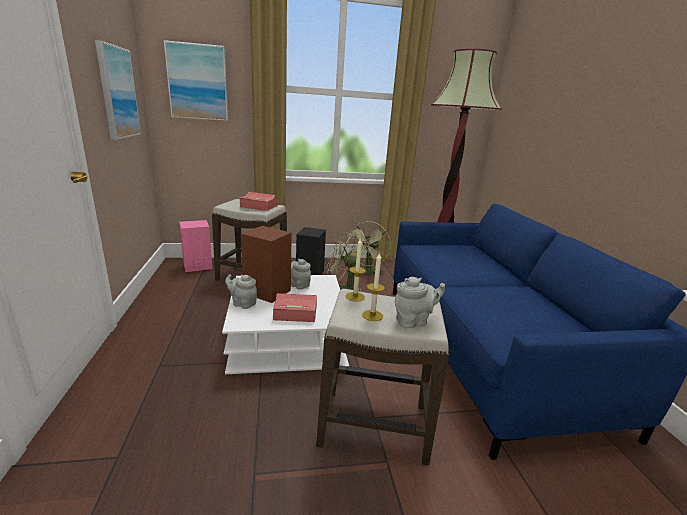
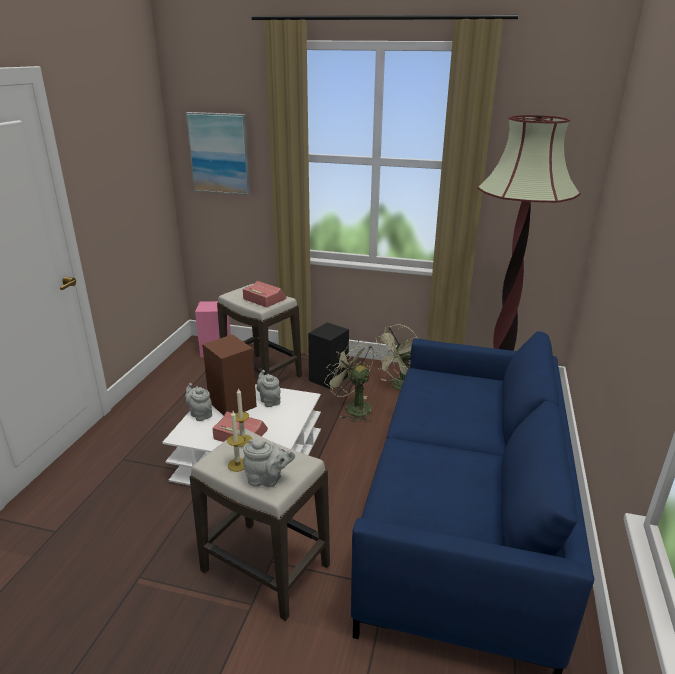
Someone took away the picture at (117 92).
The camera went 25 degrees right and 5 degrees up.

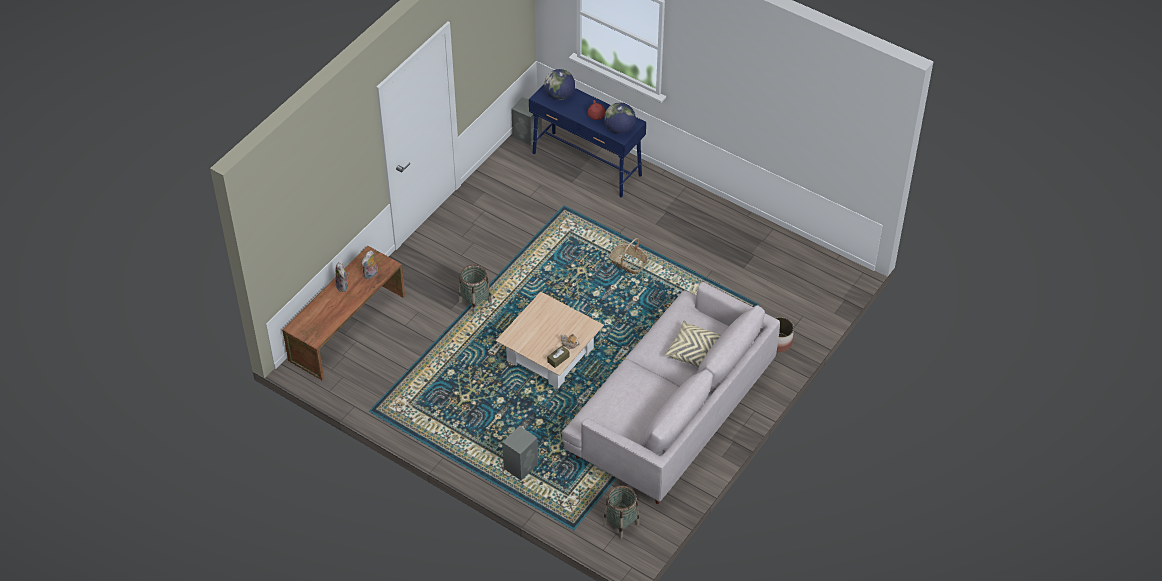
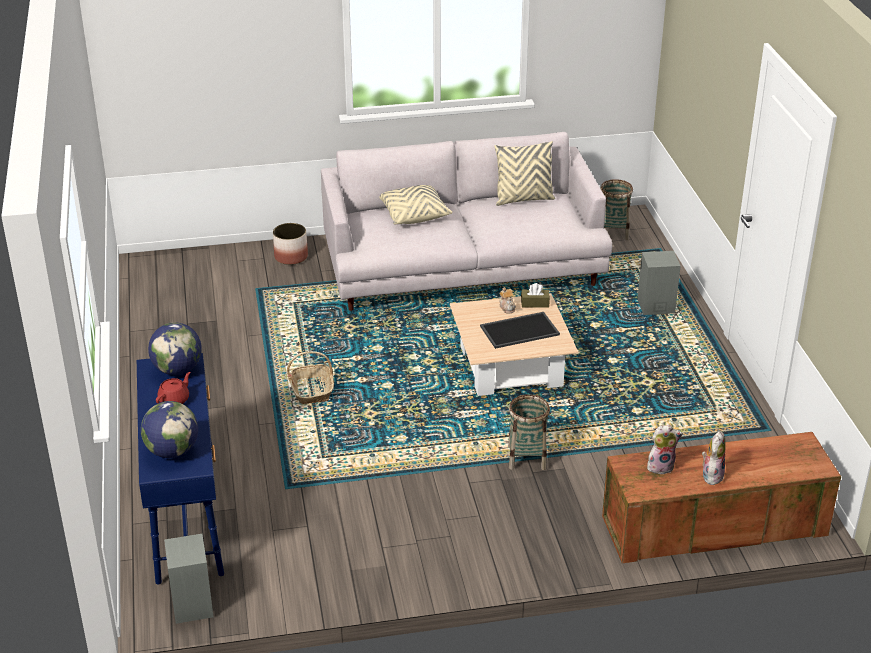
Someone put down the tray at (520 330).
Someone put down the beige pillow at (523 199).
The camera went 135 degrees left and 15 degrees down.

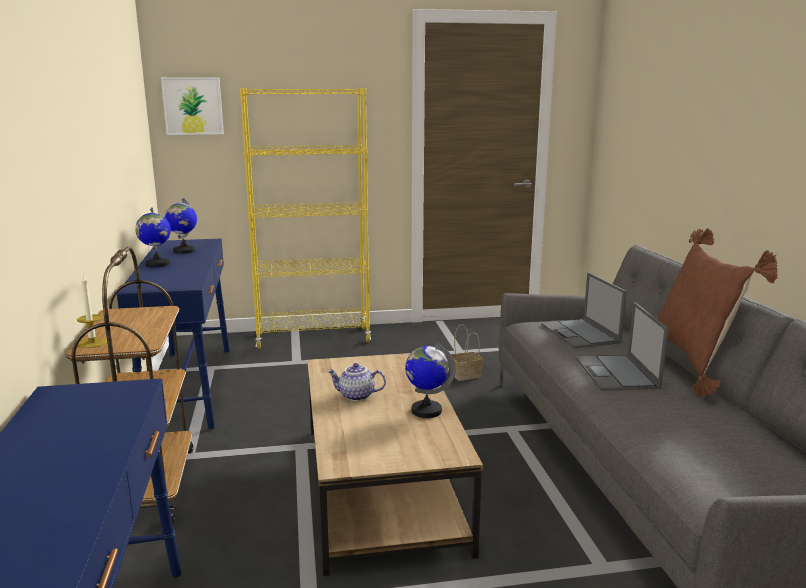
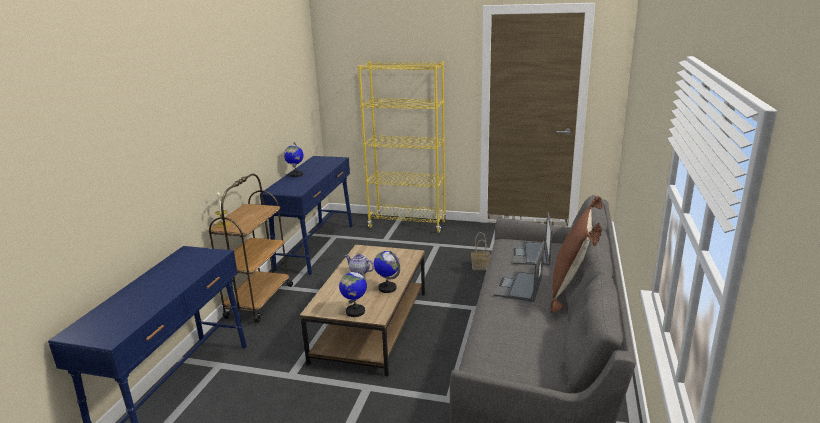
Someone took away the picture at (193 106).
Someone carried the globe from (184 251) to (355 311).
The camera went 25 degrees right and 5 degrees up.

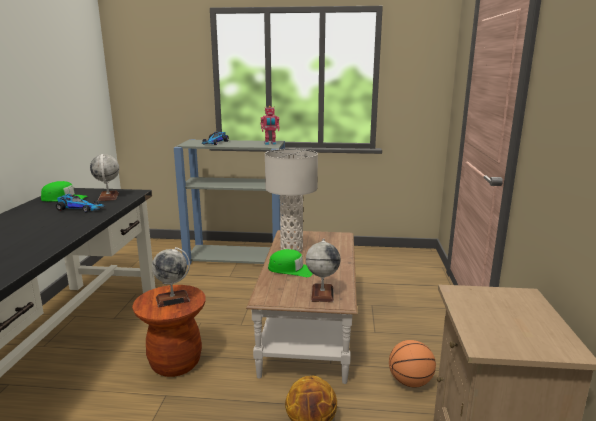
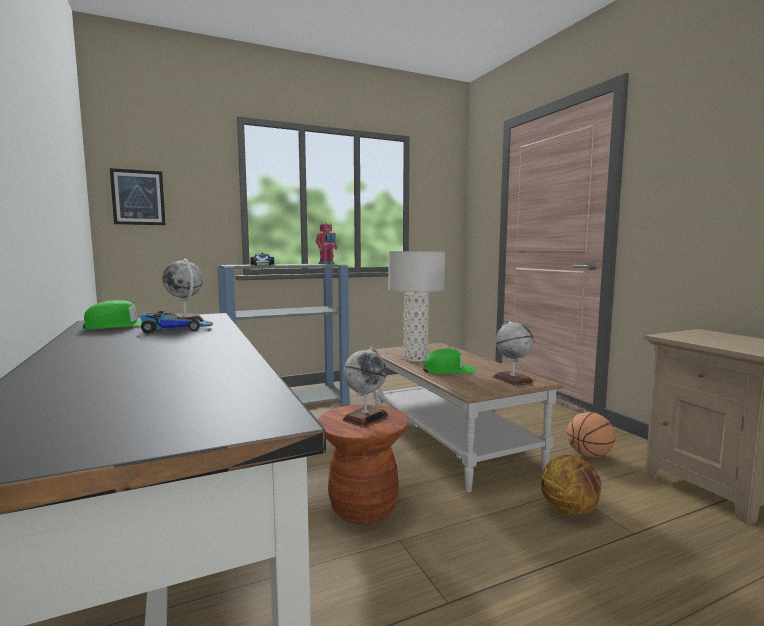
Someone put up the picture at (138 197).
The camera went 30 degrees left and 10 degrees down.

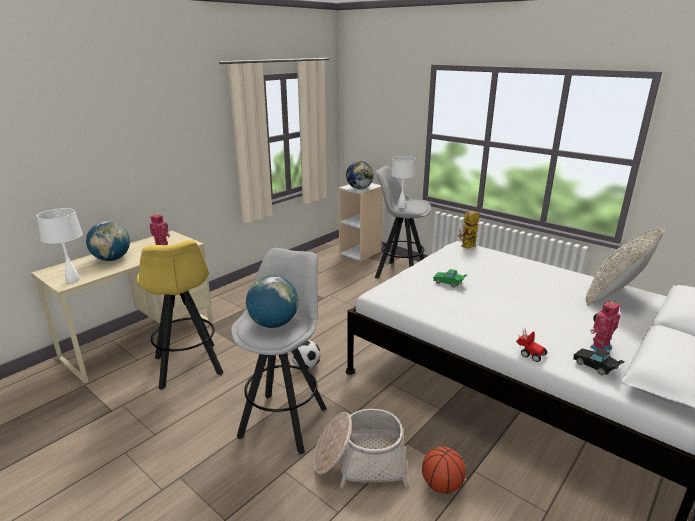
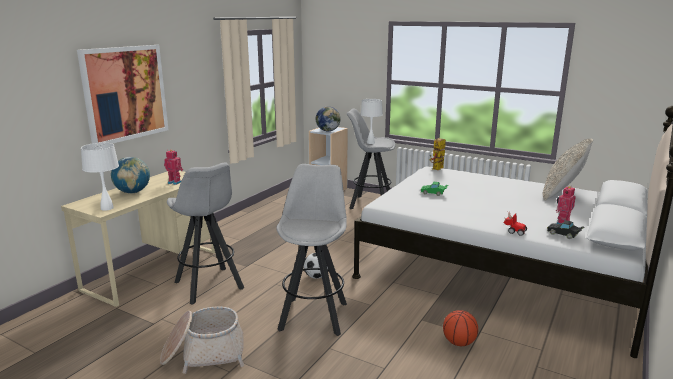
Someone repainted the yellow stool at (188 367), which became the grey stool at (209 286).
Someone took away the globe at (273 324).
Someone carried the basket from (360 461) to (204 353).
Someone put up the picture at (125 93).
The camera went 10 degrees left and 5 degrees down.

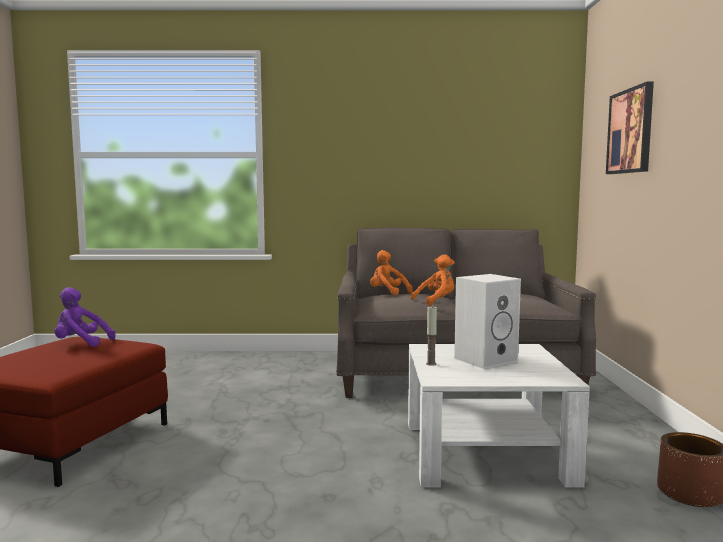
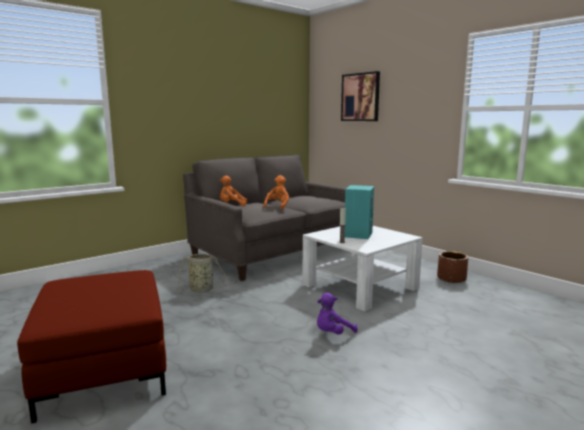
Someone carried the purple plush toy from (80 343) to (333 333).
Someone repainted the white speaker at (486 359), which became the turquoise speaker at (357 234).
Someone put down the basket at (203 290).
The camera went 40 degrees left and 5 degrees up.

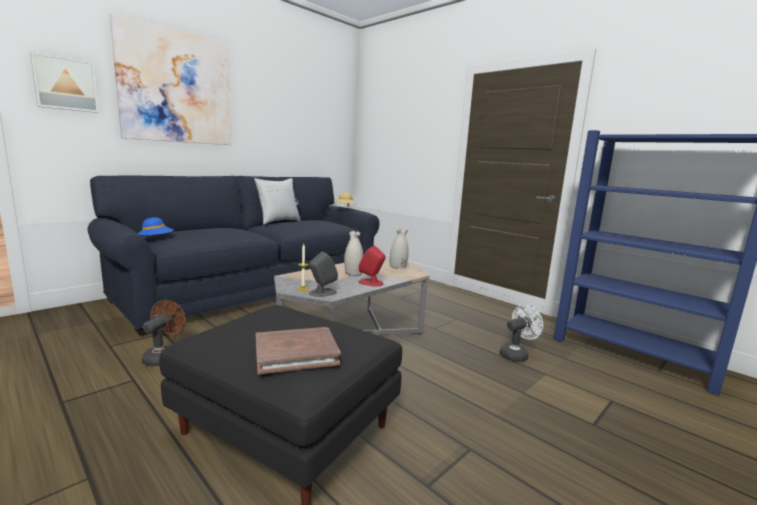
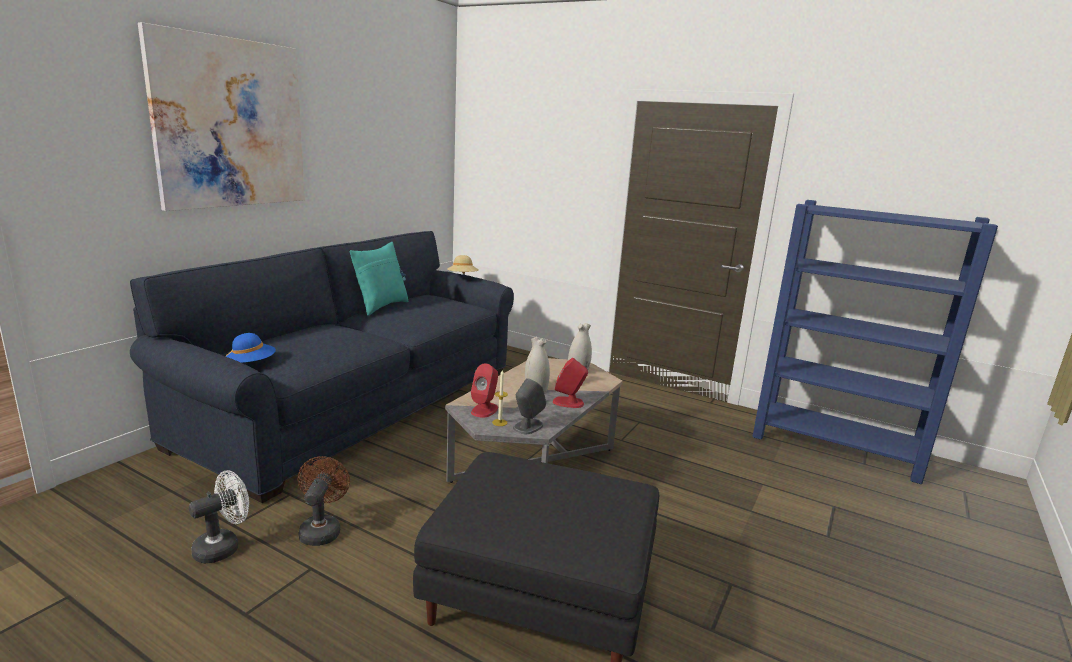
Someone took away the picture at (65 84).
Someone repainted the grey pillow at (278 222), which became the turquoise pillow at (381 307).
Someone took away the brown book at (296 353).
Someone carried the white fan from (516 354) to (223 547).
Someone put down the red speaker at (484 410).
The camera went 15 degrees left and 5 degrees up.

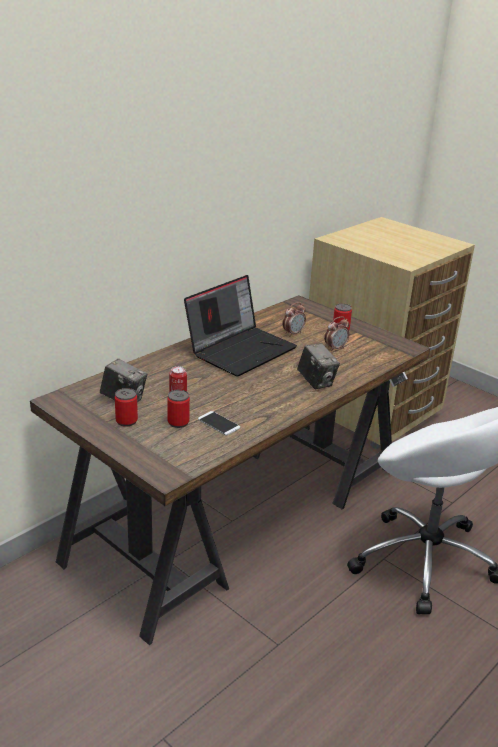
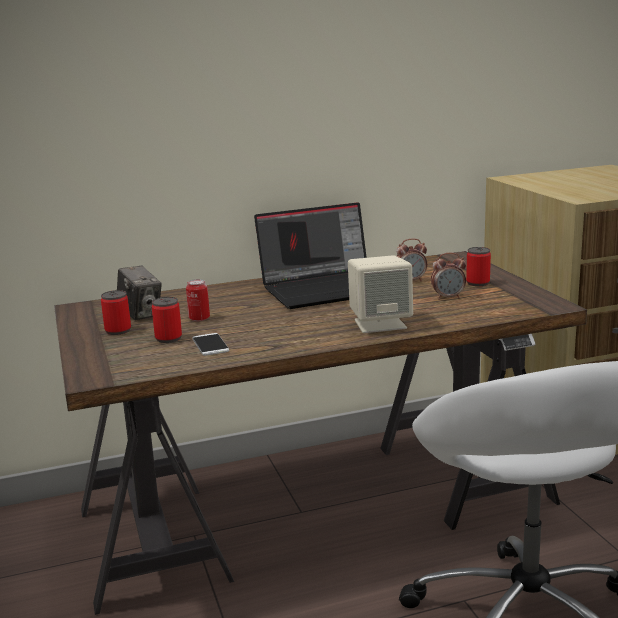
Someone swapped the photo camera at (316 382) for the beige speaker at (380 324).
The camera went 30 degrees right and 10 degrees down.

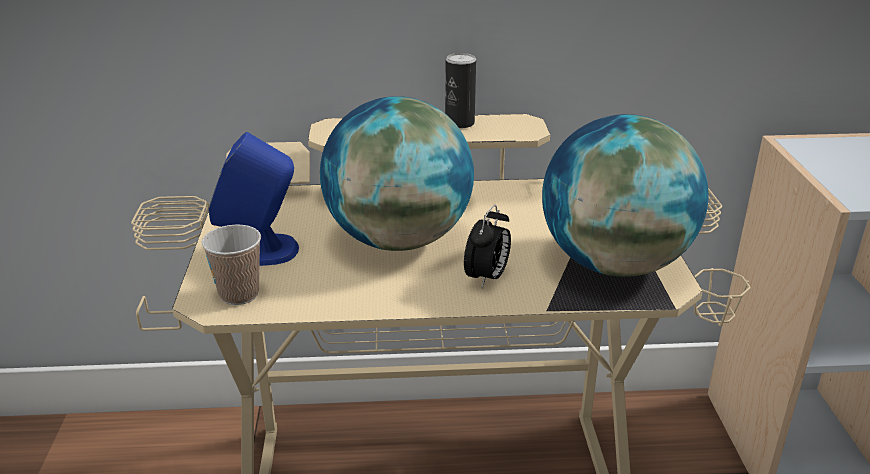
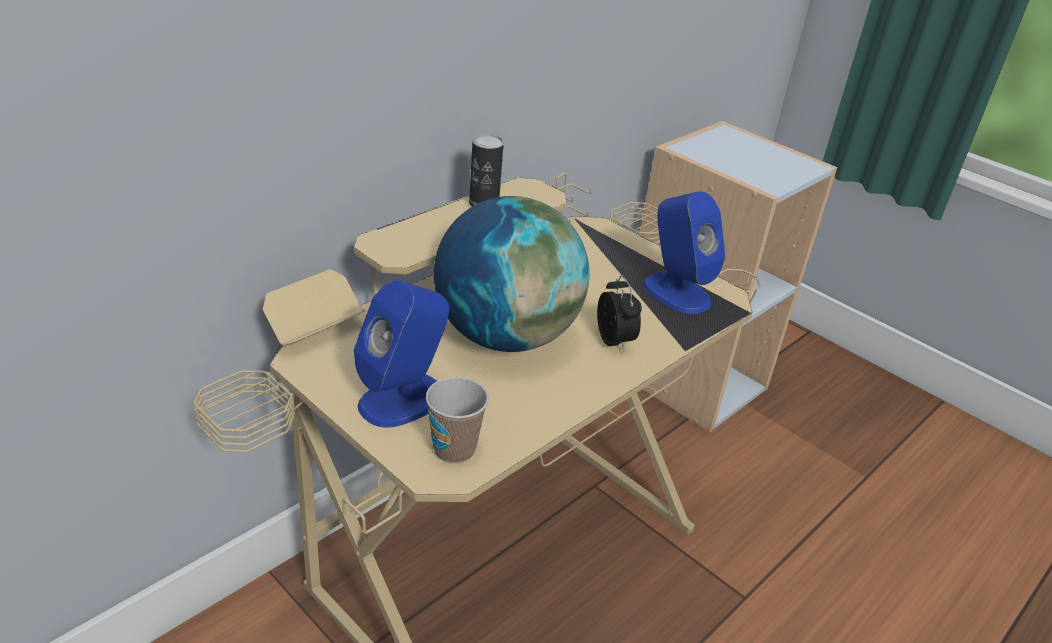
Someone swapped the globe at (615 264) for the blue speaker at (675 292).
The camera went 45 degrees left and 5 degrees up.

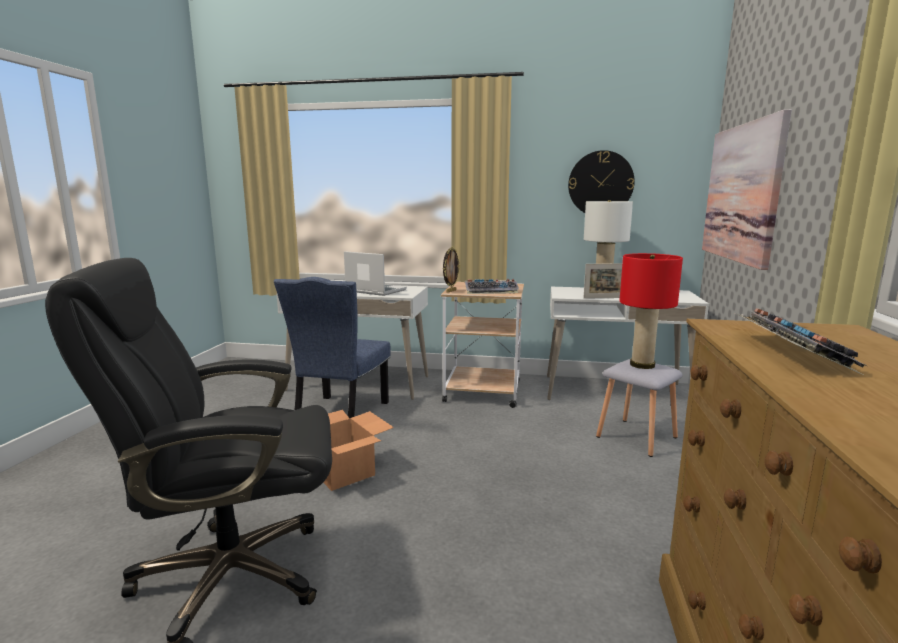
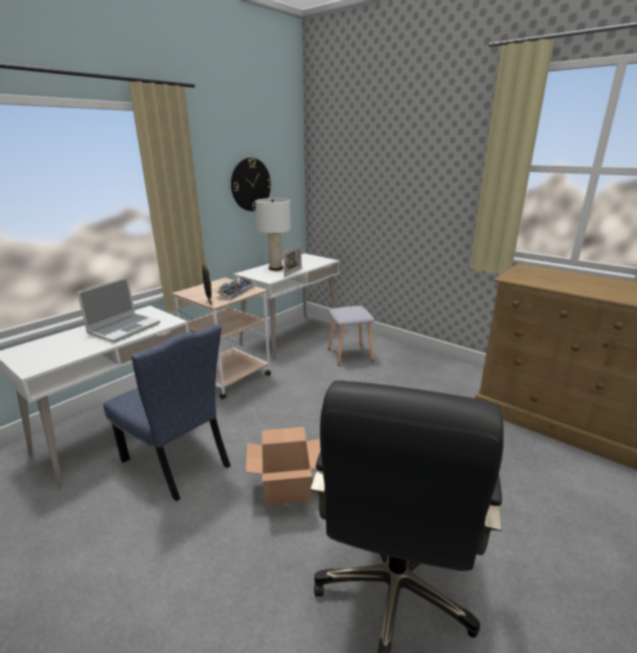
Someone rotated the laptop at (374 291) by 150 degrees clockwise.
Someone took away the red table lamp at (642 365).
Someone took away the picture at (741 193).
Someone took away the keyboard at (787 351).
The camera went 60 degrees left and 10 degrees up.

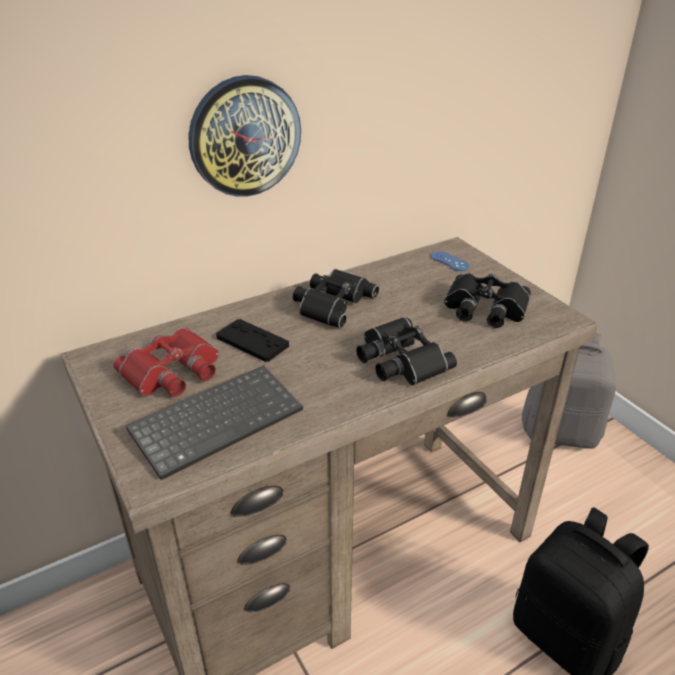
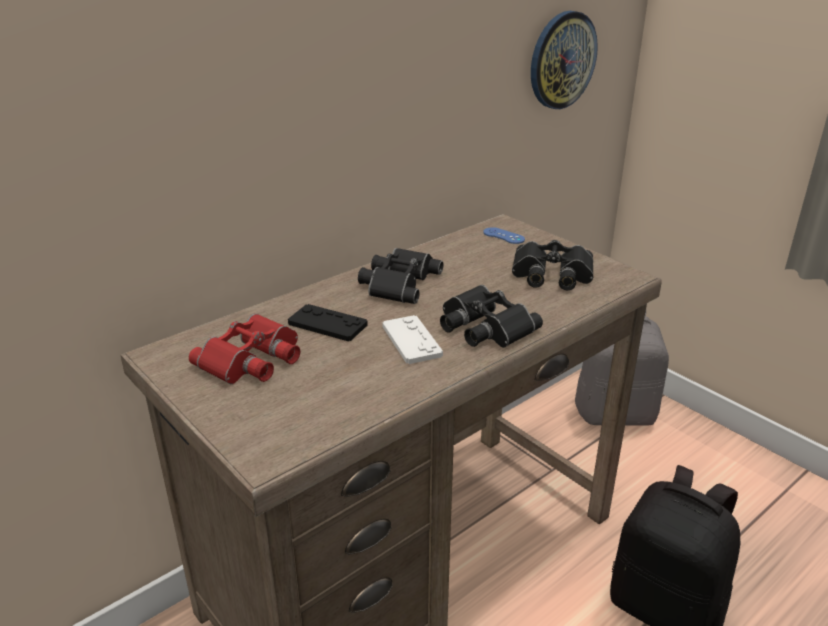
Someone took away the keyboard at (218 419).
Someone carried the wall clock from (245 137) to (562 60).
Someone put down the white game controller at (411 341).
The camera went 10 degrees left and 5 degrees down.

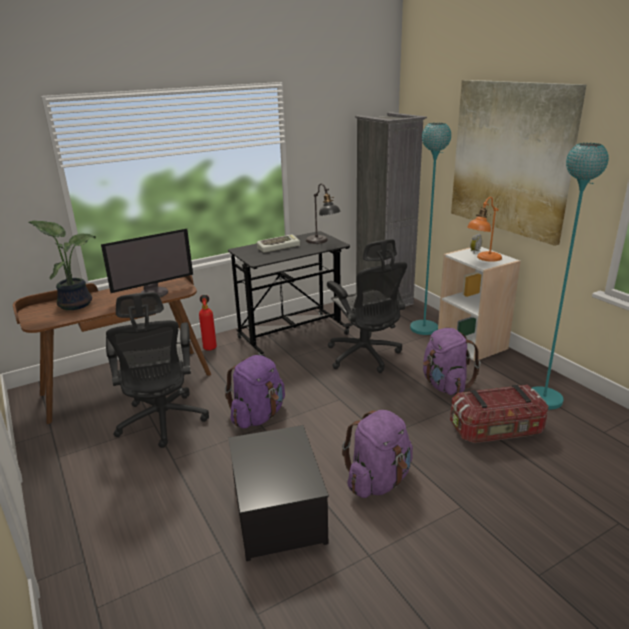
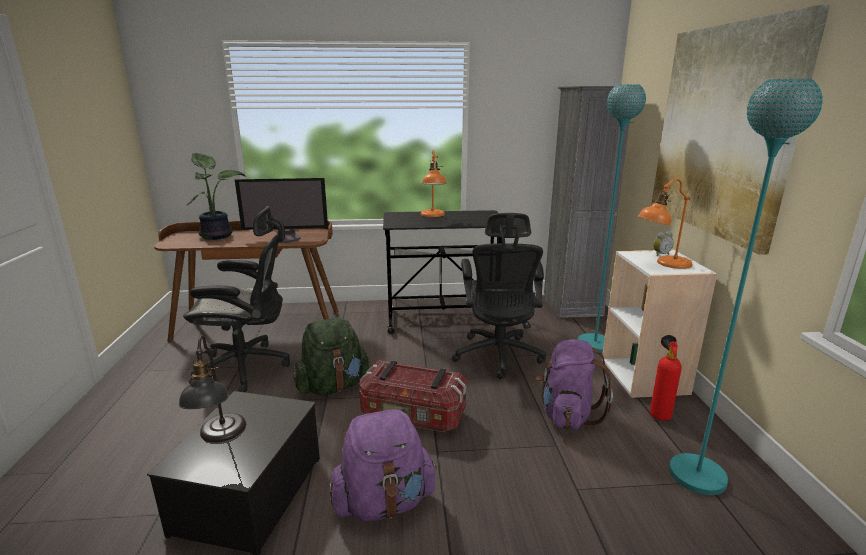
Someone rotated the office chair at (162 423) by 105 degrees counterclockwise.
Someone carried the fire extinguisher from (210 347) to (659 414).
Someone repainted the purple backpack at (258 416), which became the green backpack at (333 386).
Someone swapped the keyboard at (278 247) for the orange table lamp at (433 216).
Someone carried the grey table lamp from (323 242) to (220 440).
Someone carried the storage box from (497 430) to (412 415).
The camera went 25 degrees right and 5 degrees down.

